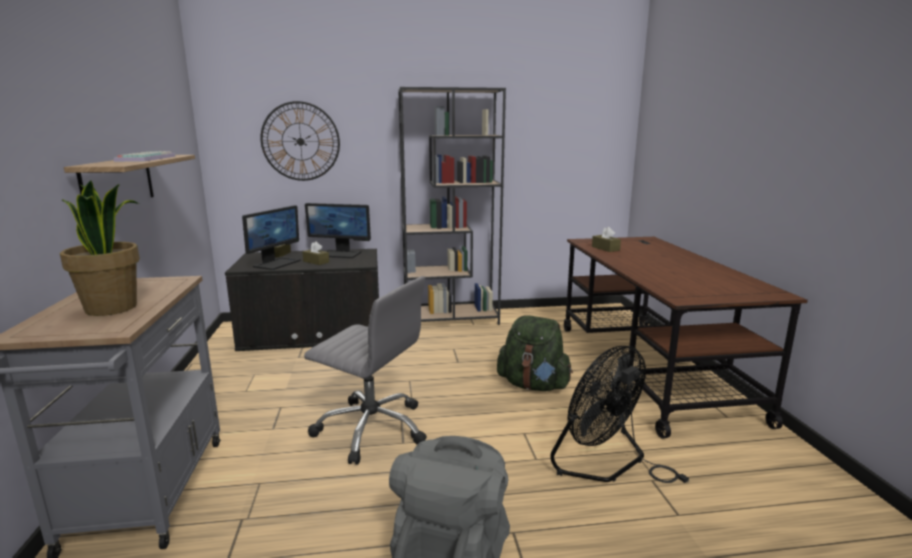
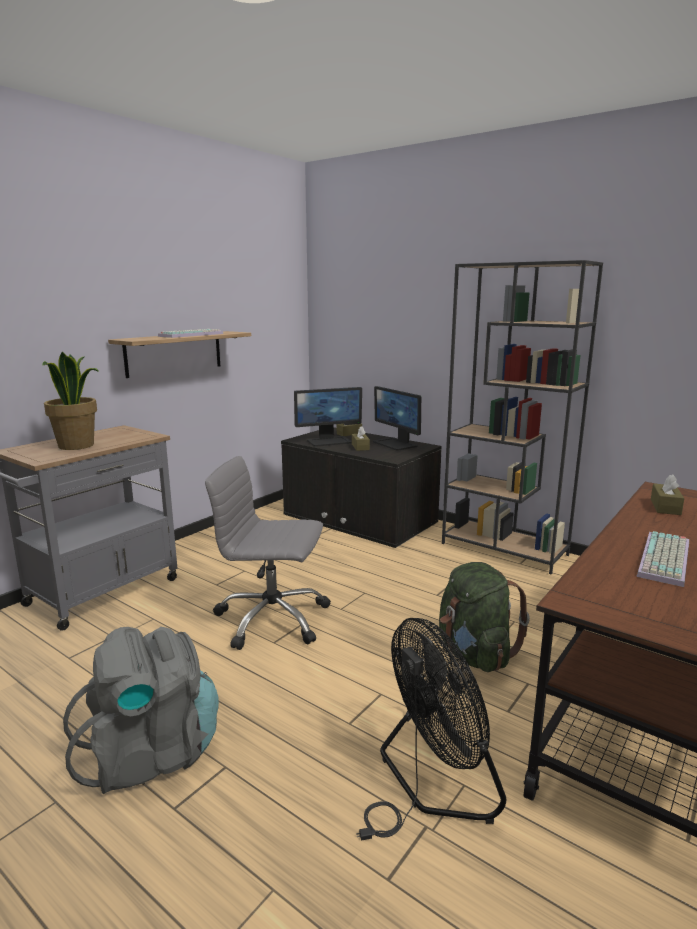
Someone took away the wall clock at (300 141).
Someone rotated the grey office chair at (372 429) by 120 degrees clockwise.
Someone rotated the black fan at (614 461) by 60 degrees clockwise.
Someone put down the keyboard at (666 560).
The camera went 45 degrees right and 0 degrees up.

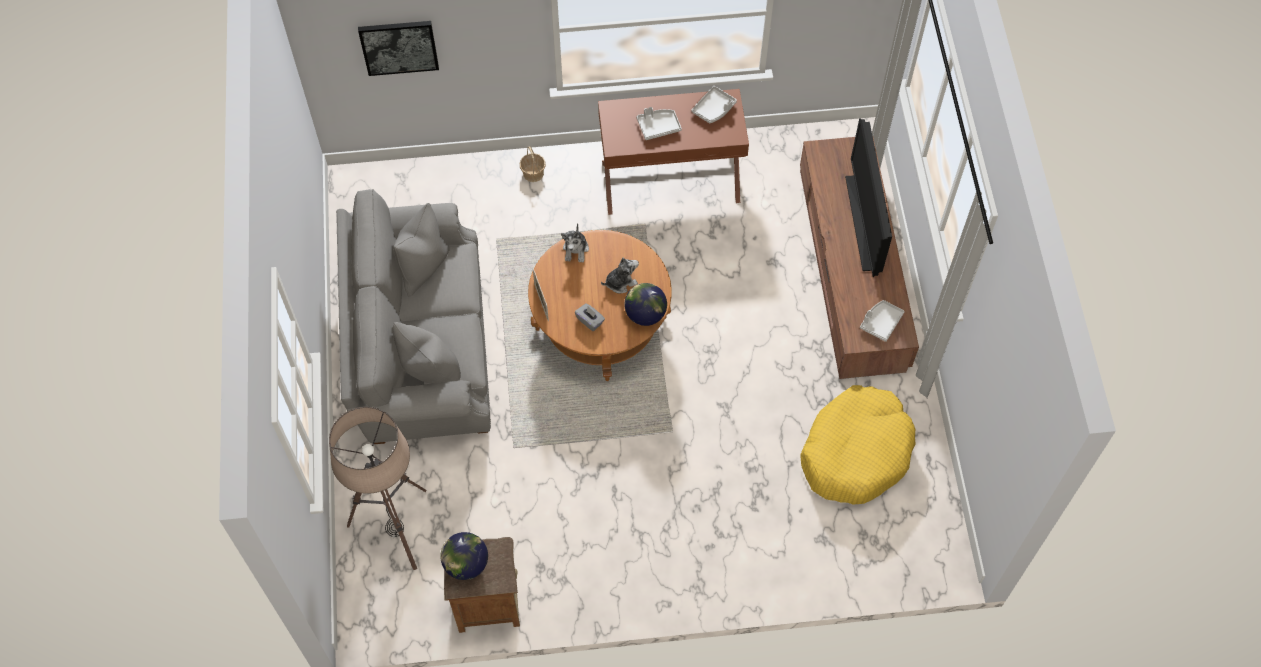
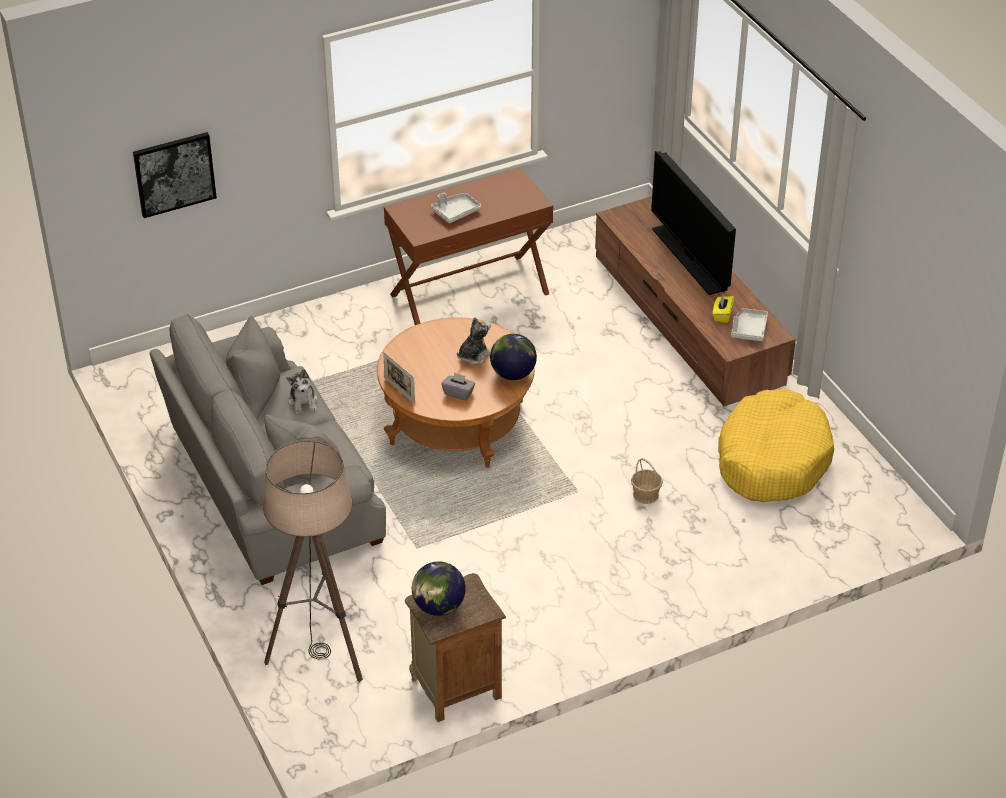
Someone carried the basket from (533 173) to (645 495).
Someone carried the plush toy from (576 249) to (303 402).
Someone took away the grey tray at (714 109).
Someone put down the yellow tissue box at (722 315).
The camera went 20 degrees left and 20 degrees down.

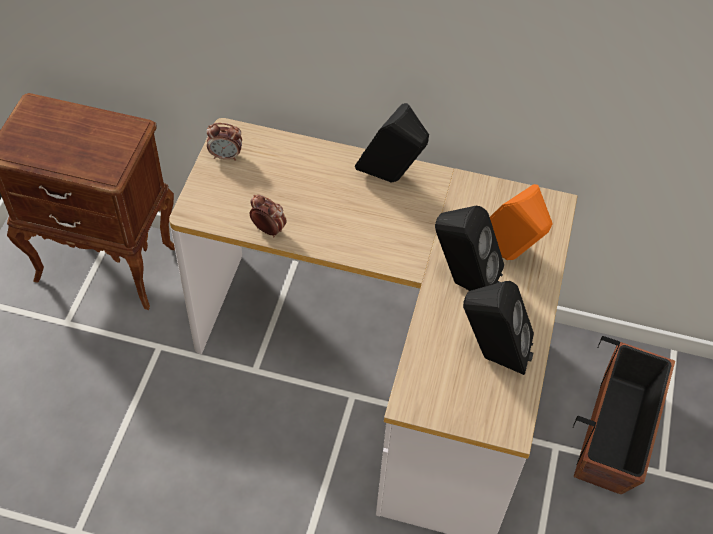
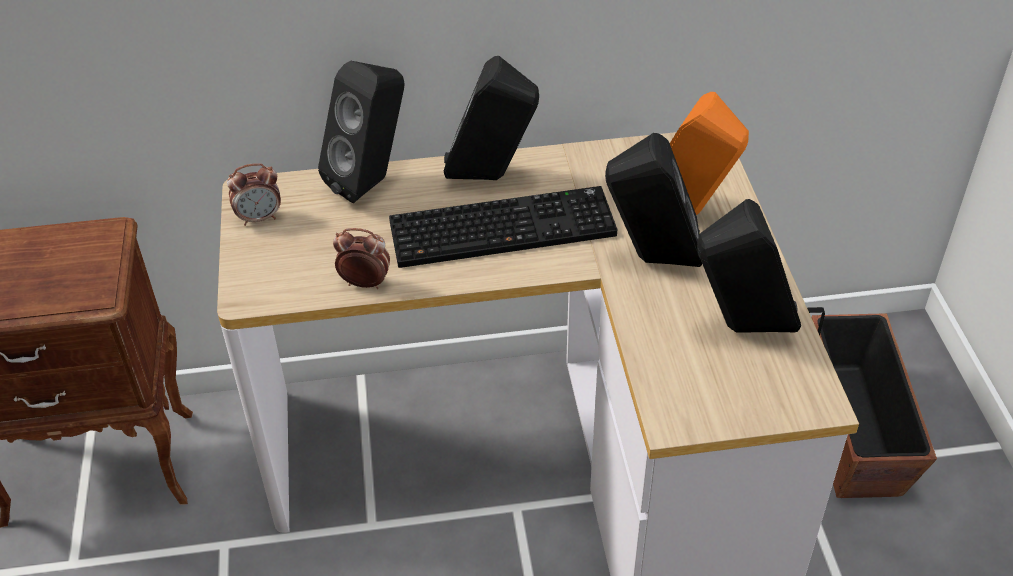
Someone put down the black speaker at (372 182).
Someone put down the keyboard at (504 227).
The camera went 20 degrees left and 10 degrees down.

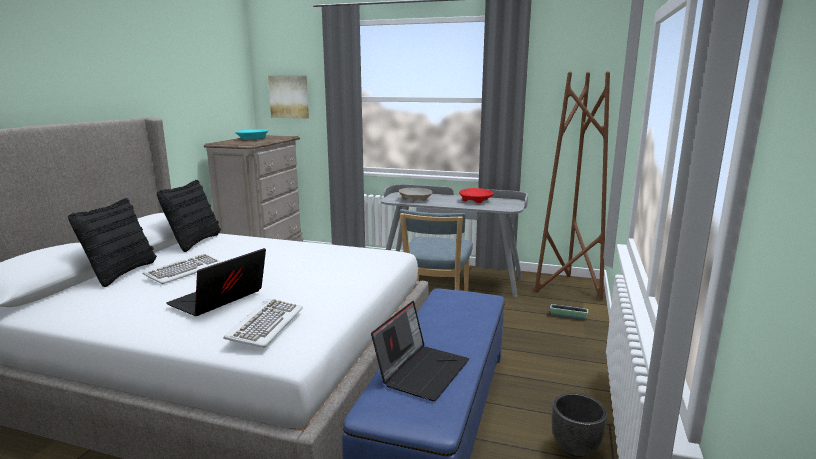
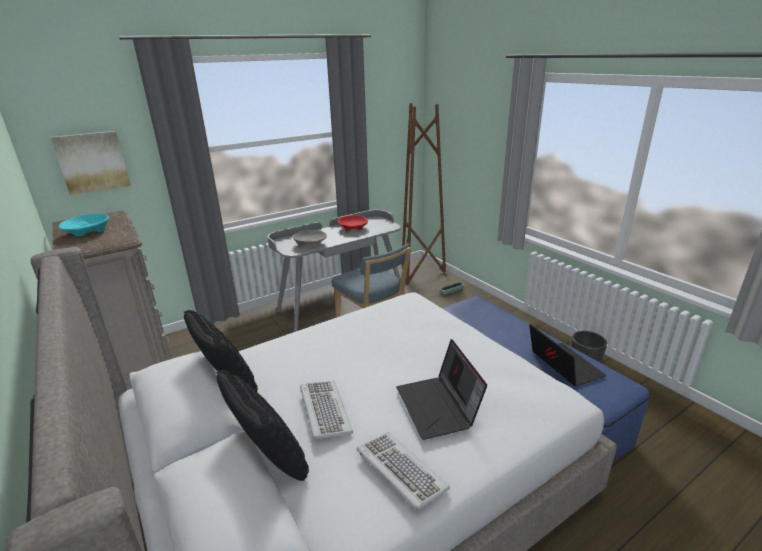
Someone carried the keyboard from (265 325) to (400 471).
The camera went 50 degrees left and 10 degrees up.

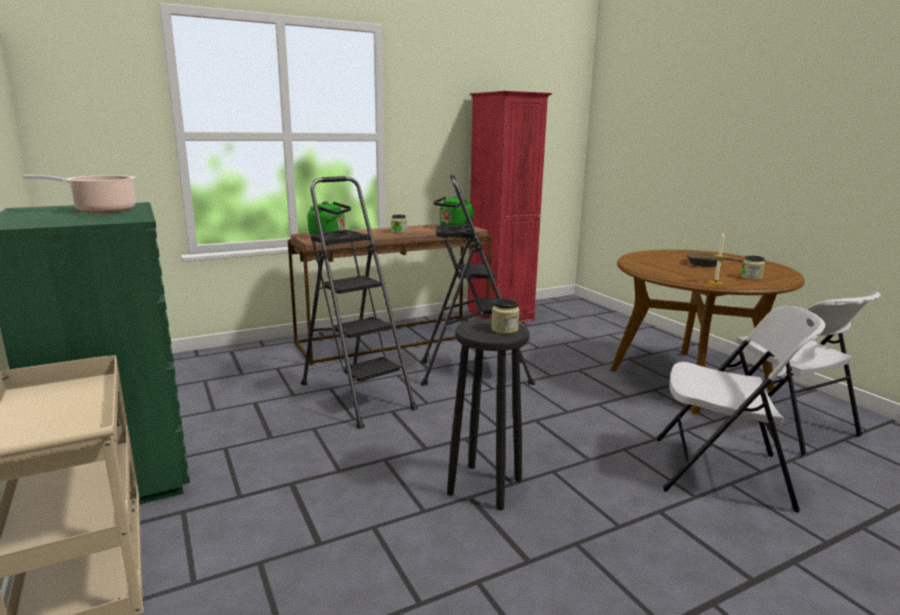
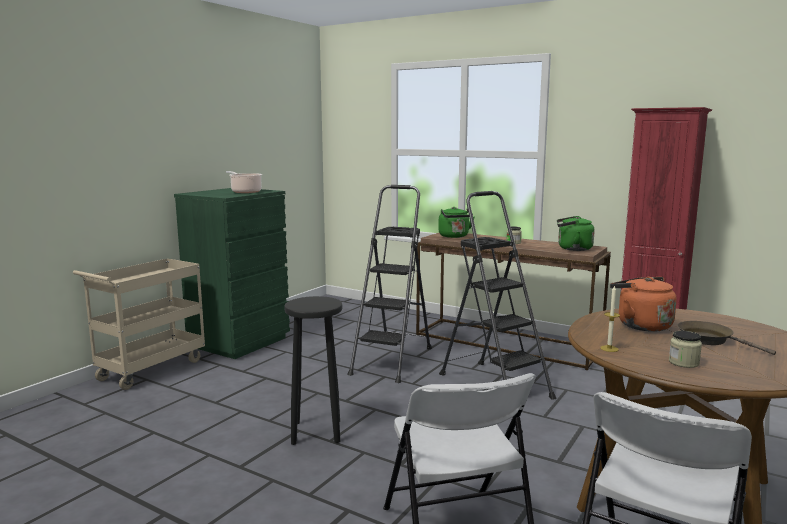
Someone took away the jar at (504 329).
Someone put down the orange kettle at (640 325).
The camera went 60 degrees right and 5 degrees down.

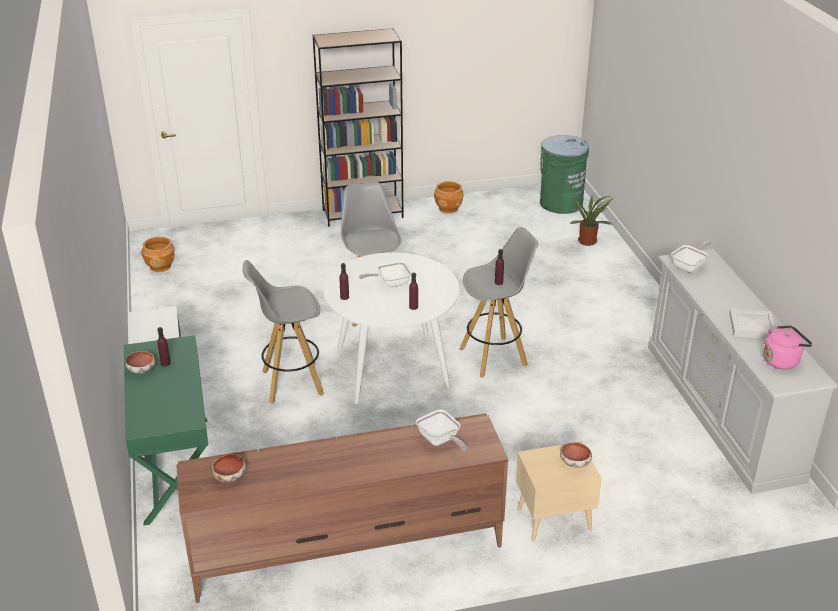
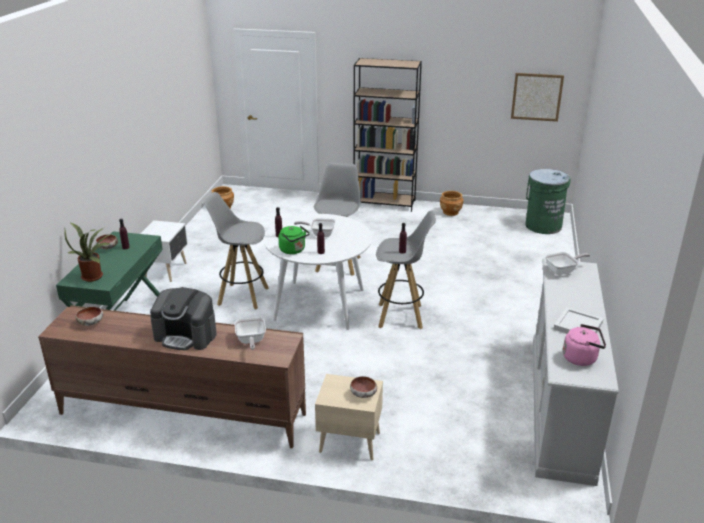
Someone carried the potted plant from (588 240) to (94 276).
Someone put down the coffee machine at (186 335).
Someone put down the green kettle at (293 250).
Someone put up the picture at (536 96).
The camera went 25 degrees right and 5 degrees down.

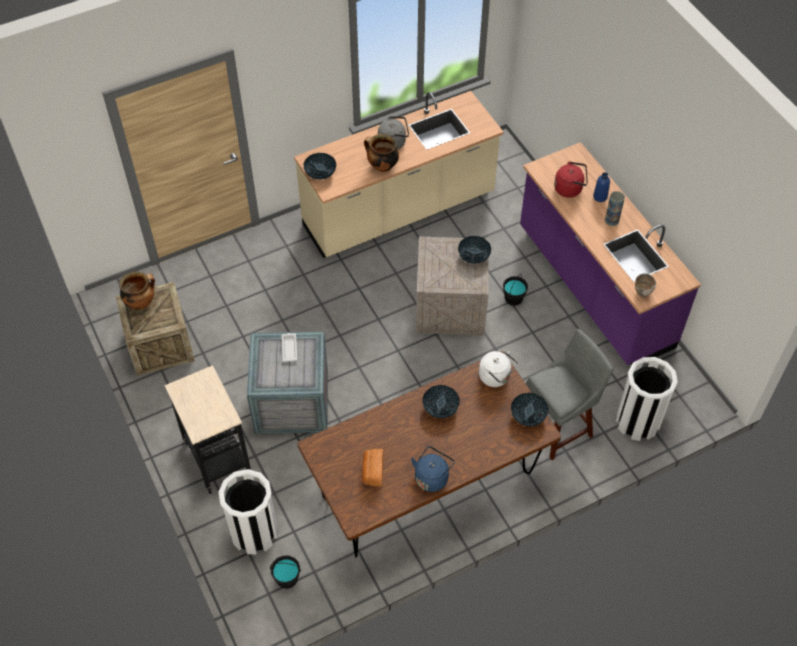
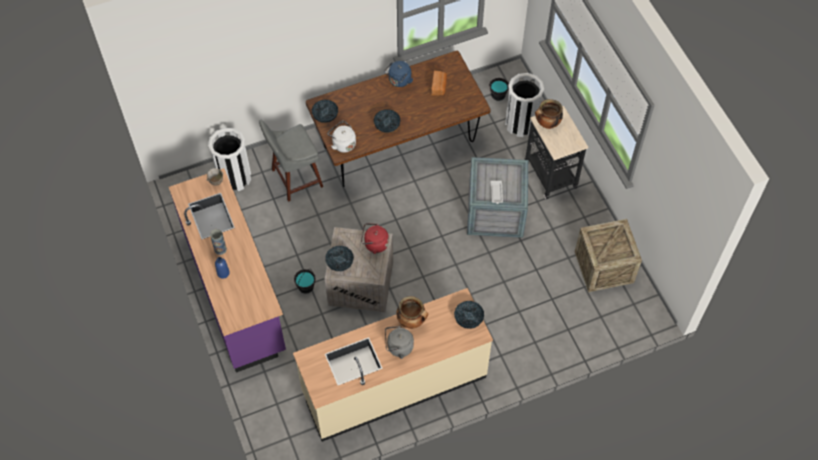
Someone carried the cooking pot from (141 302) to (547 124).
Someone carried the red kettle from (570 189) to (374 244).
The camera went 175 degrees left and 5 degrees up.

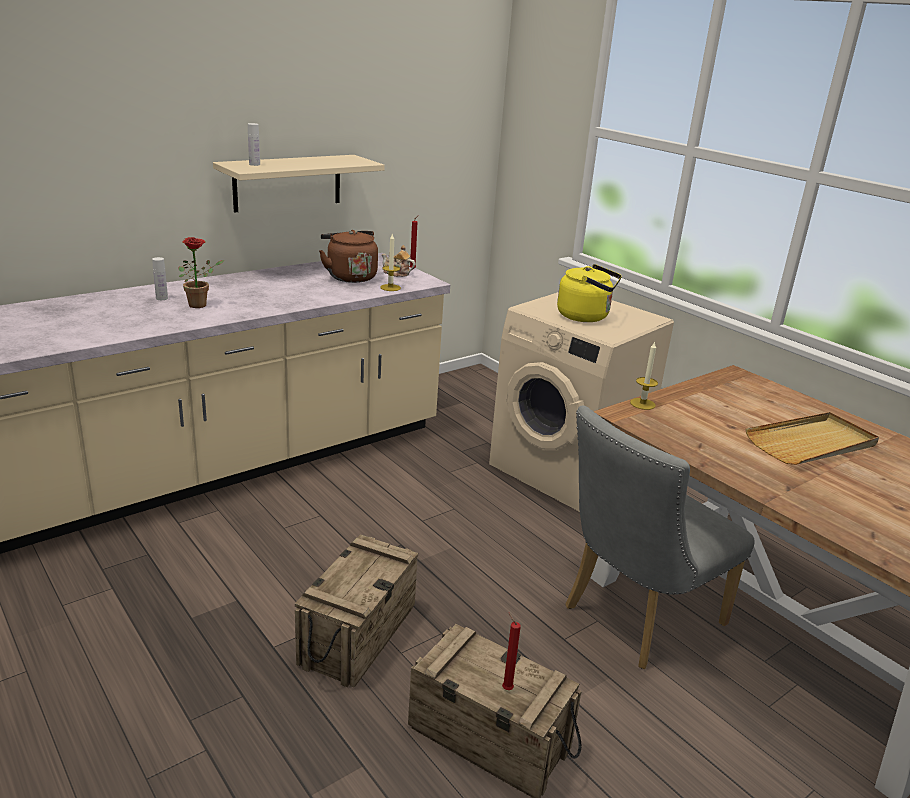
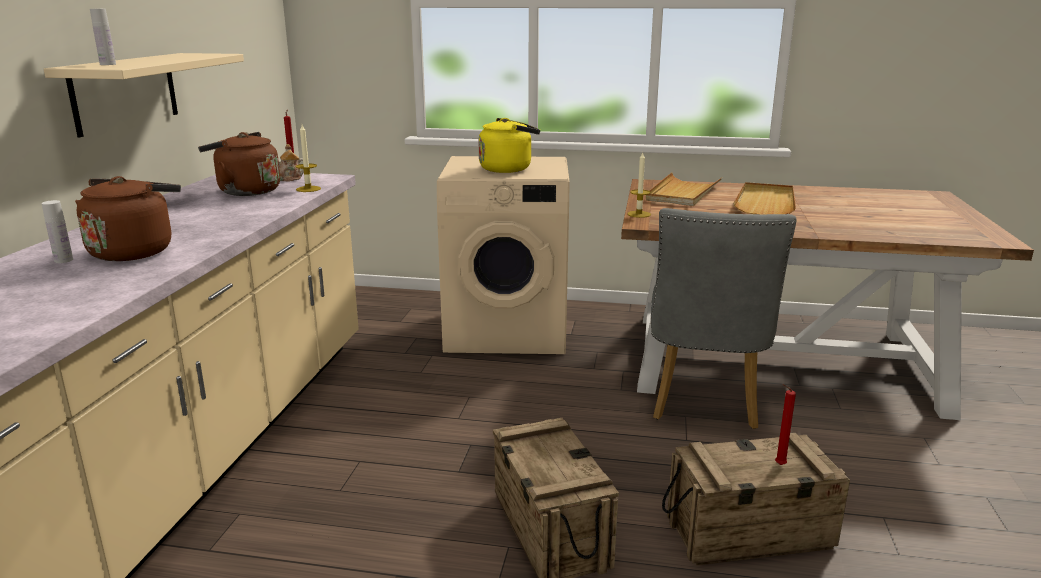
Someone swapped the potted plant at (201 304) for the brown kettle at (135 251).
Someone put down the beige tray at (682 193).
The camera went 40 degrees left and 5 degrees down.

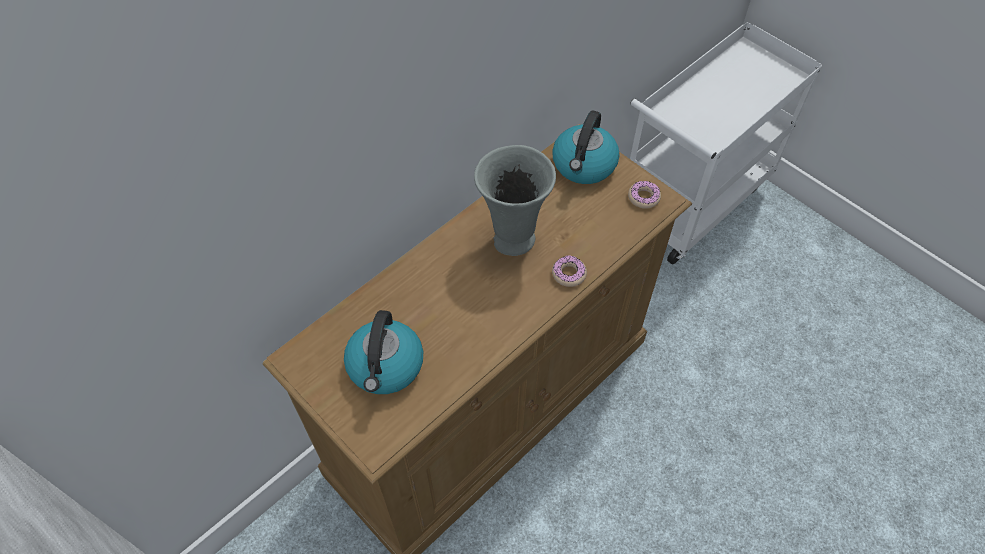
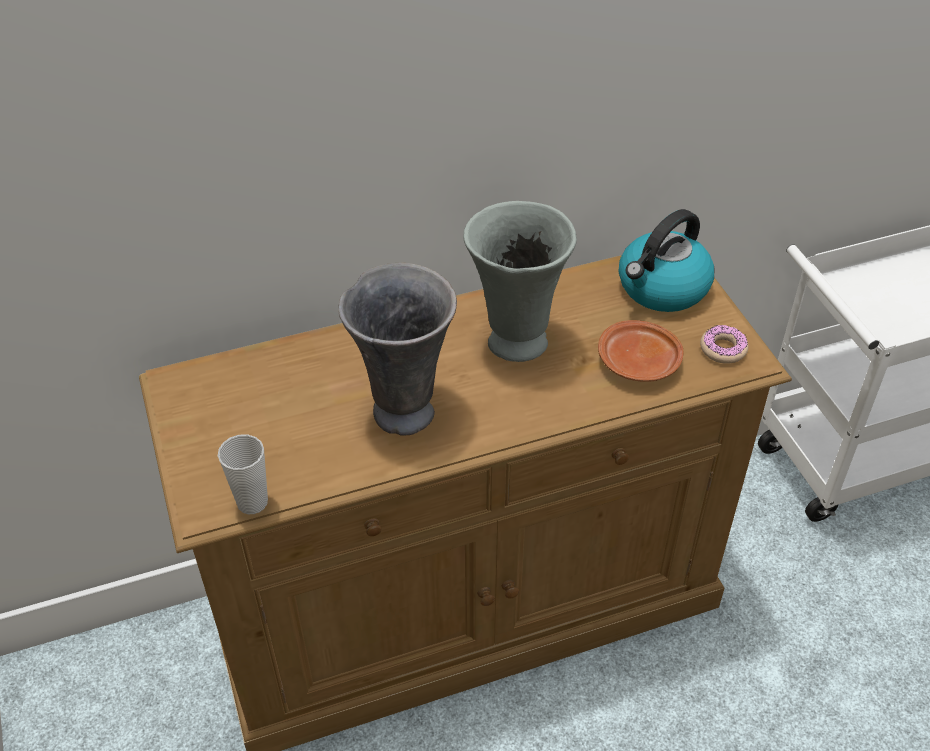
Someone took away the kettle at (386 366).
Someone took away the donut at (569 274).
Someone put down the cup at (252 502).
Someone put down the grey vase at (404 410).
Someone put down the brown plate at (639 363).
The camera went 25 degrees right and 10 degrees down.

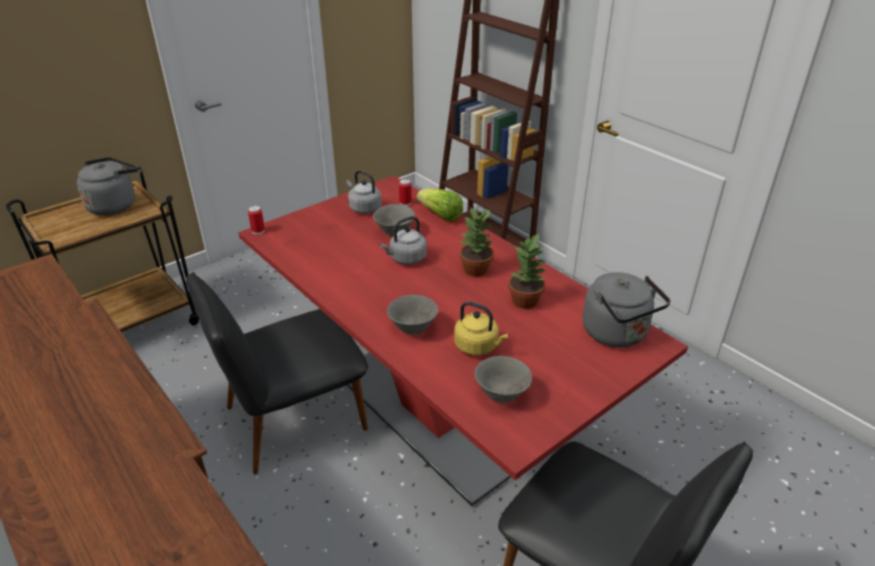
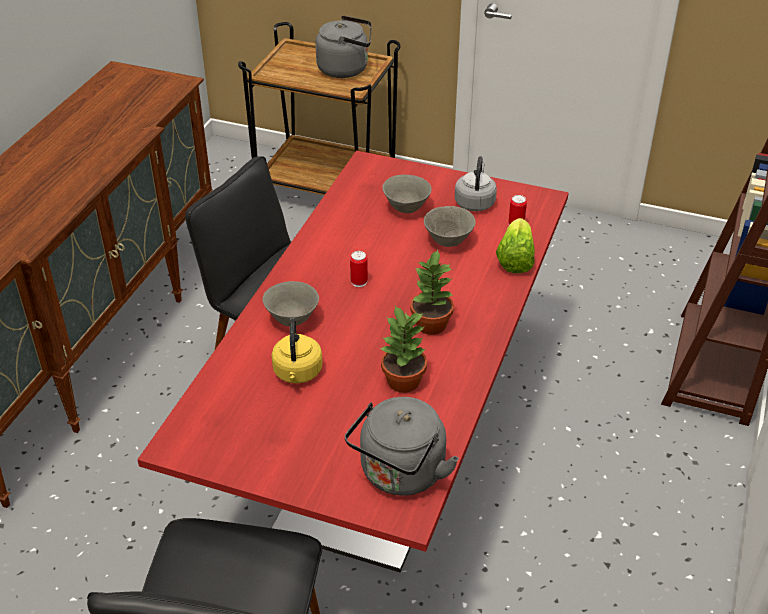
Someone carried the can from (258 231) to (359 281).
Someone took away the grey kettle at (406 259).
Someone carried the grey bowl from (501 394) to (407 208).
The camera went 60 degrees right and 5 degrees up.

